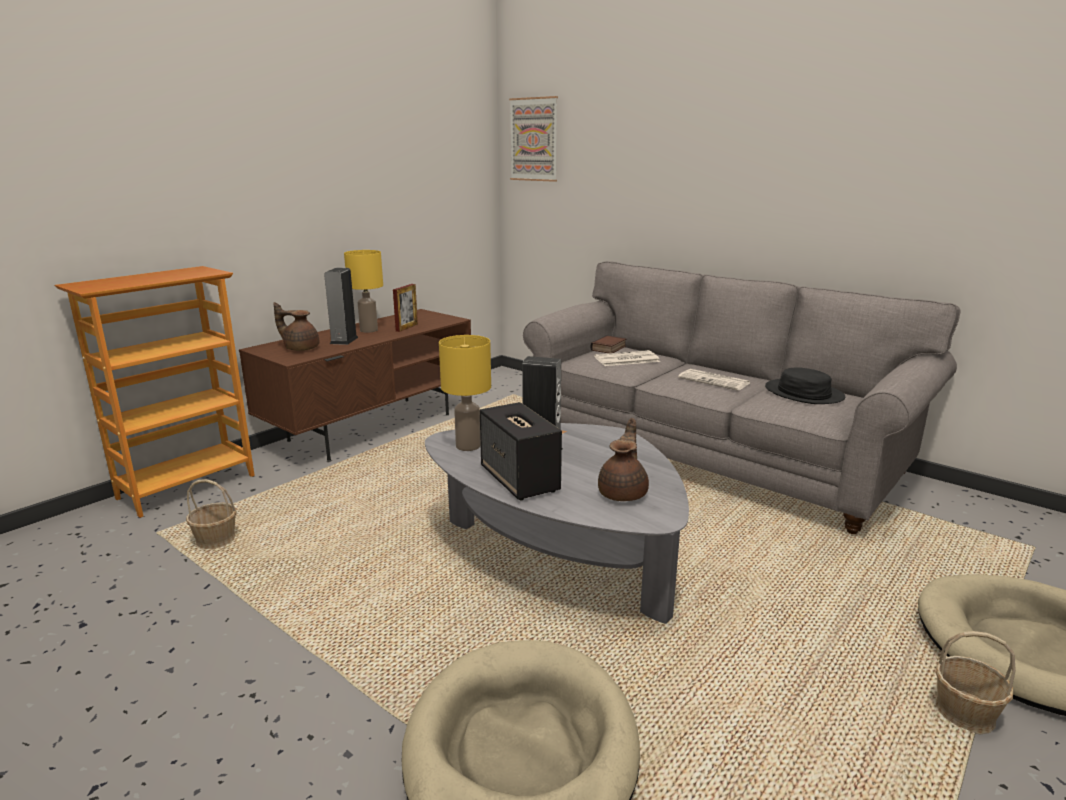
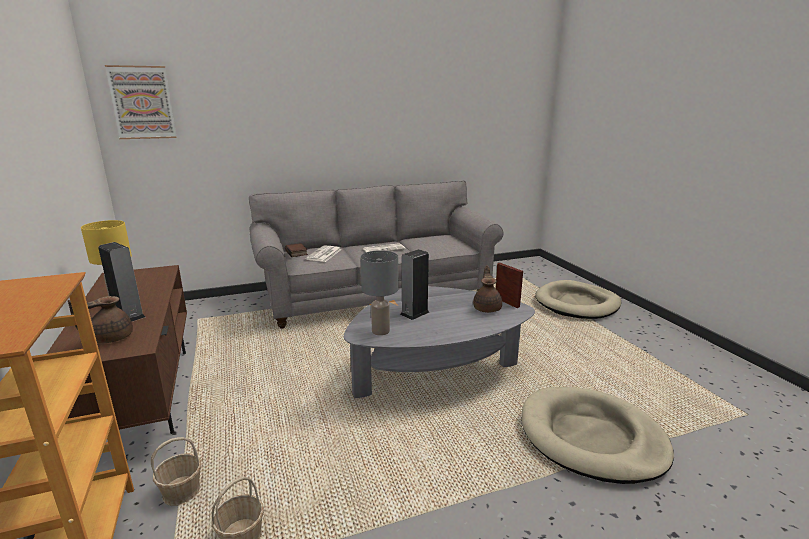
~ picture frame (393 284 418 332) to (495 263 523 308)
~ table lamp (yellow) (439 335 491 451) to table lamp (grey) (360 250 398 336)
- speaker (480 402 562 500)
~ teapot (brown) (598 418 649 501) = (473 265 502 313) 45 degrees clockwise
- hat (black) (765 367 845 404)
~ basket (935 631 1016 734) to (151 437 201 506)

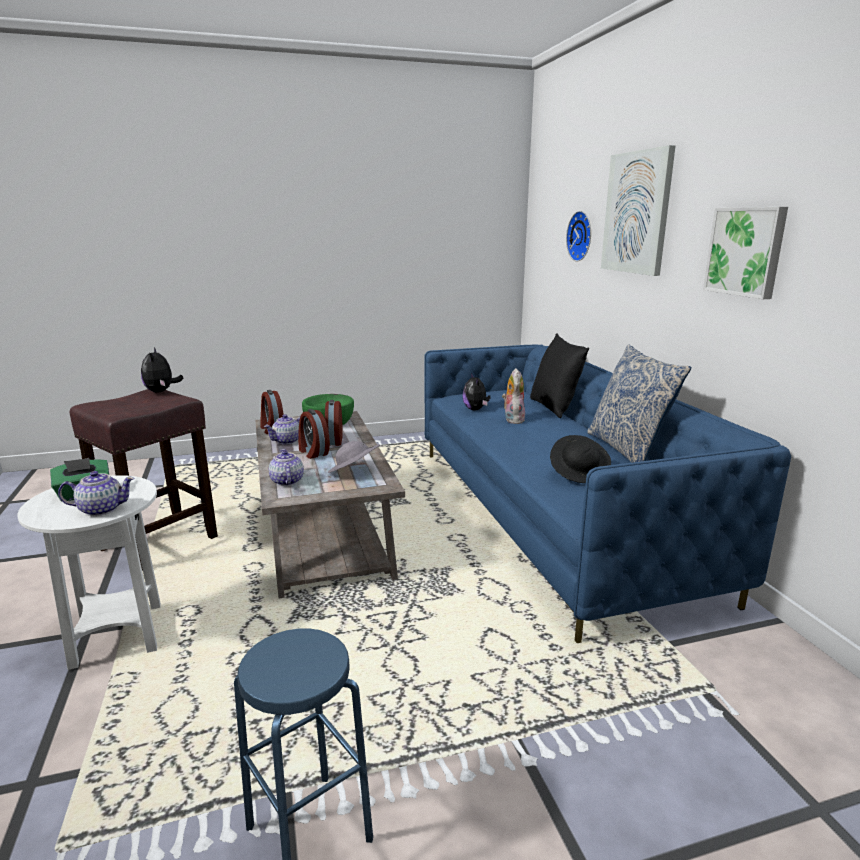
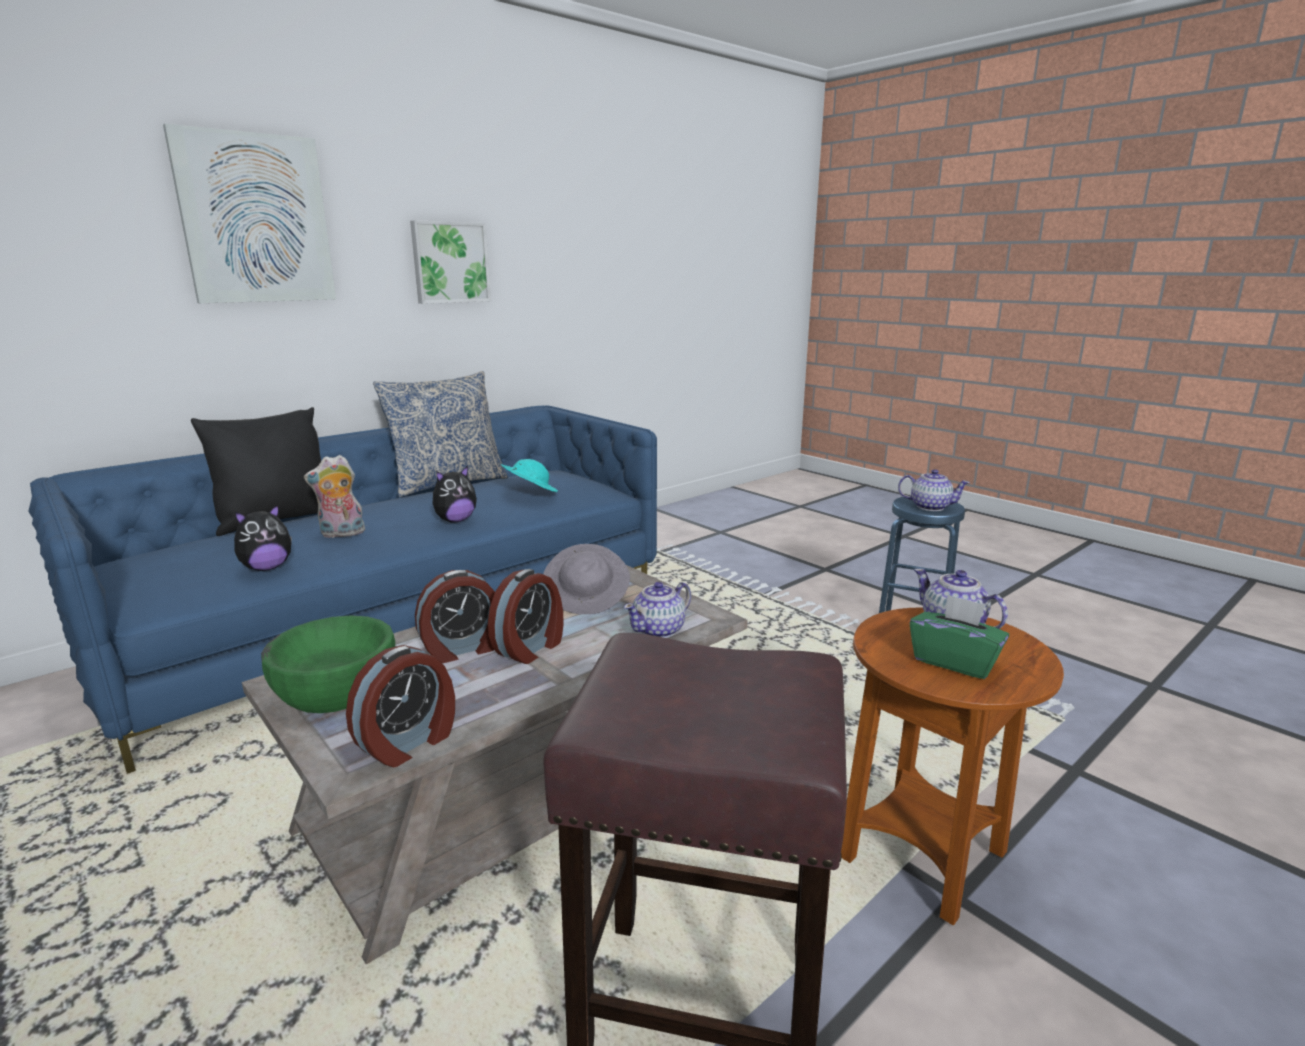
~ side table (white) (17 475 161 670) to side table (brown) (841 607 1064 926)
~ plush toy (141 347 183 393) to (432 466 477 523)
~ teapot (264 414 301 445) to (898 469 970 511)
~ hat (black) (550 435 611 483) to hat (turquoise) (501 459 558 492)
- wall clock (566 211 591 262)

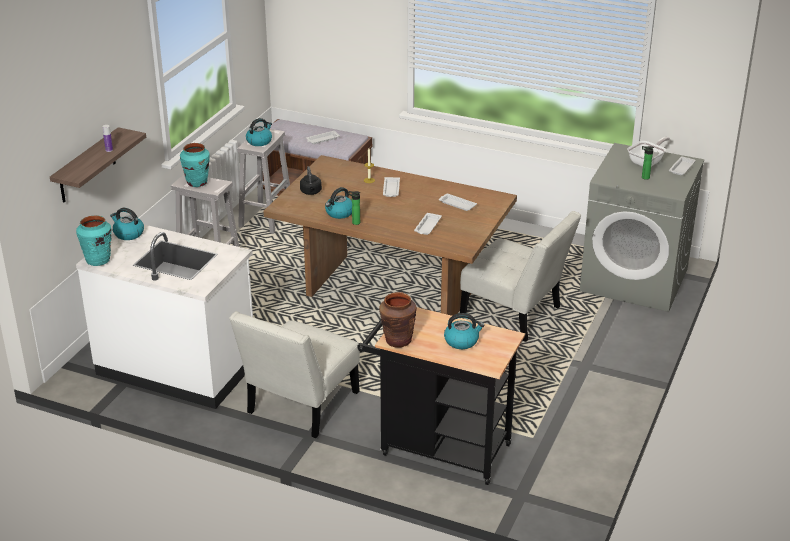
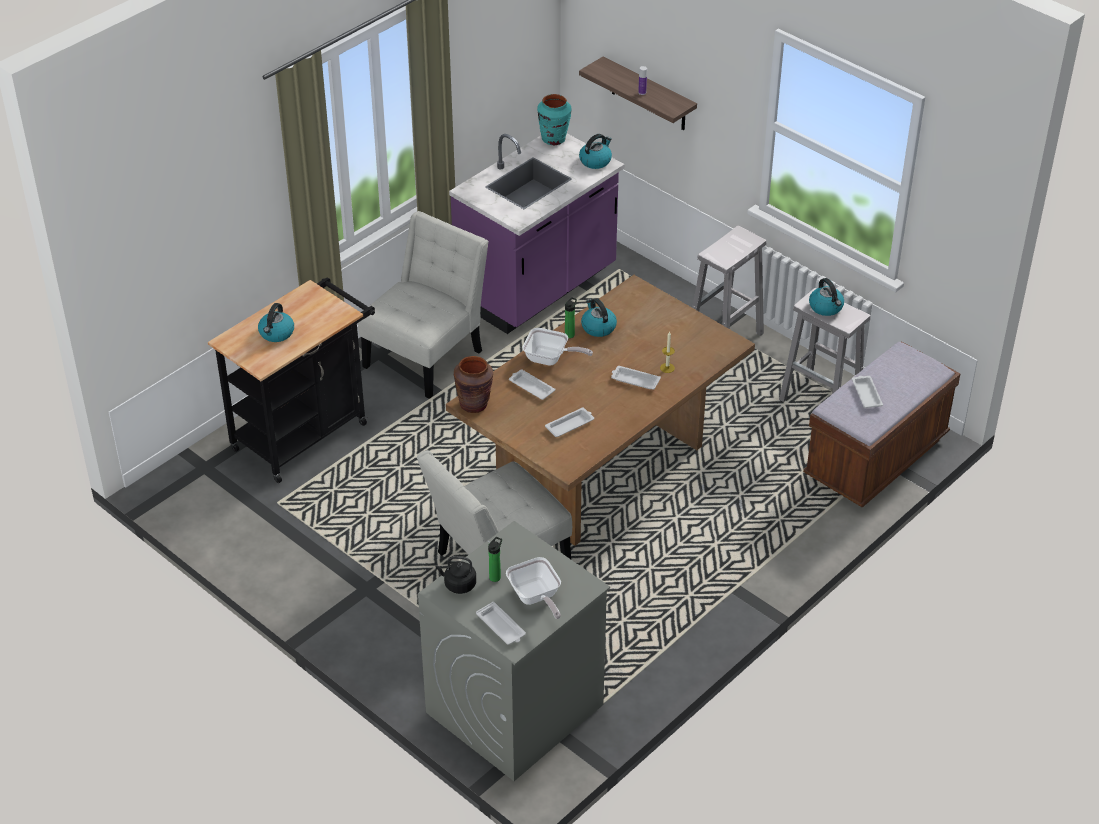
~ counter (white) (76 225 253 409) to counter (purple) (449 134 624 334)
- vase (turquoise) (180 143 210 187)
~ chair (white) (229 311 360 438) = (358 211 489 399) 75 degrees clockwise
~ kettle (black) (300 166 322 195) to (436 556 476 594)
~ vase (brown) (379 292 417 348) to (454 356 493 413)
+ frying pan (522 328 593 366)

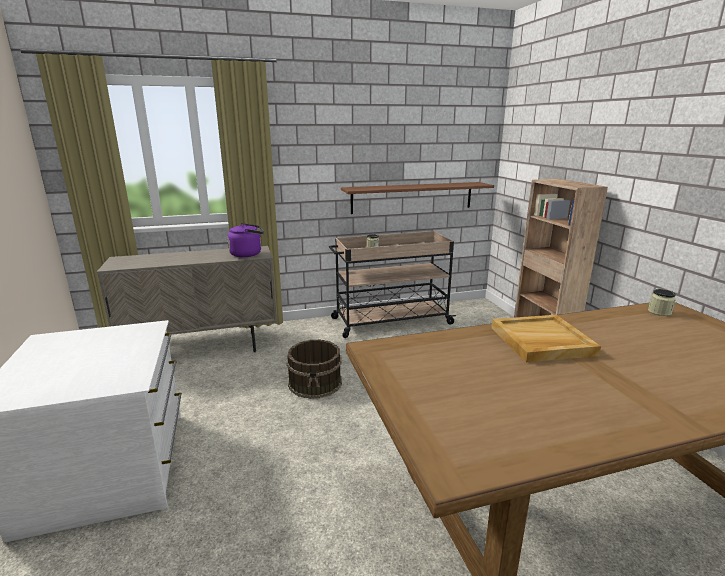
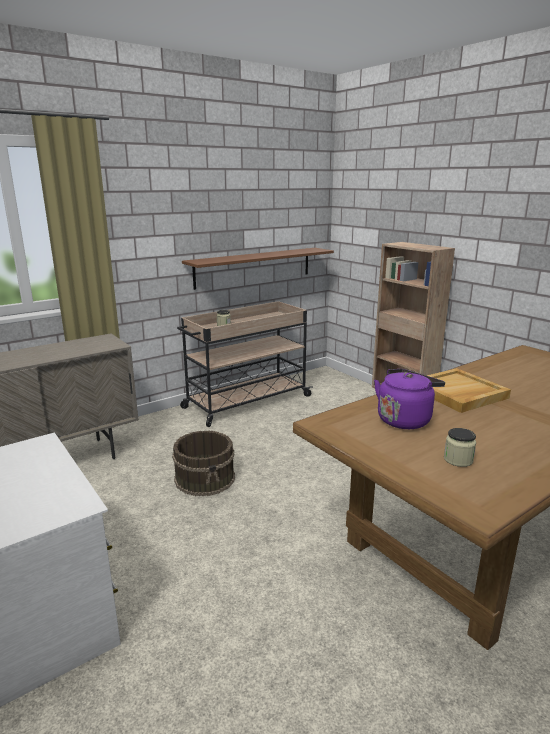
~ kettle (purple) (227 223 264 257) to (374 369 445 429)
~ jar (648 289 676 316) to (444 428 476 467)

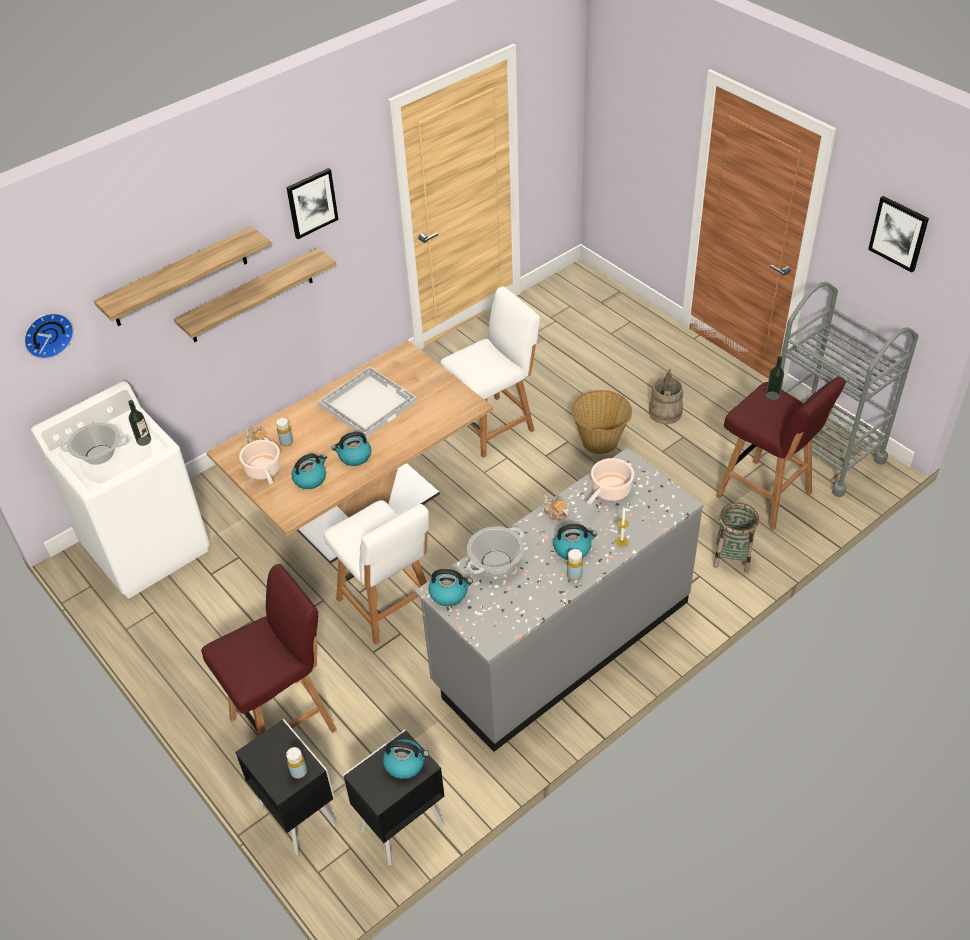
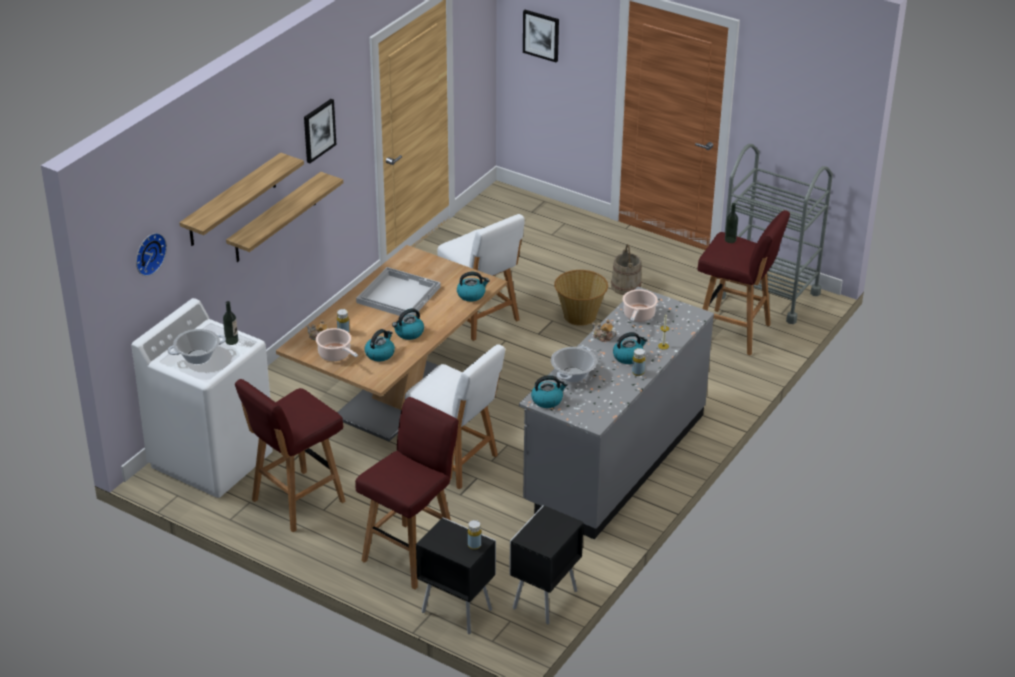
~ kettle (383 739 429 779) to (457 272 490 301)
~ chair (white) (440 286 540 458) = (437 214 525 341) 105 degrees clockwise
- basket (713 503 759 573)
~ picture (868 196 929 273) to (523 10 559 62)
+ stool (red) (235 379 346 532)

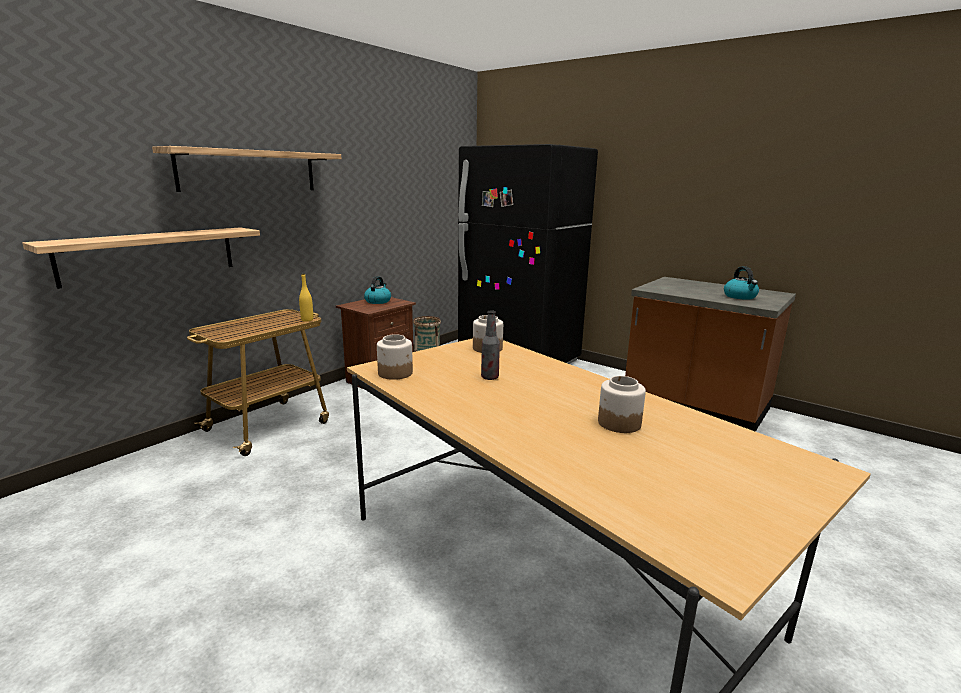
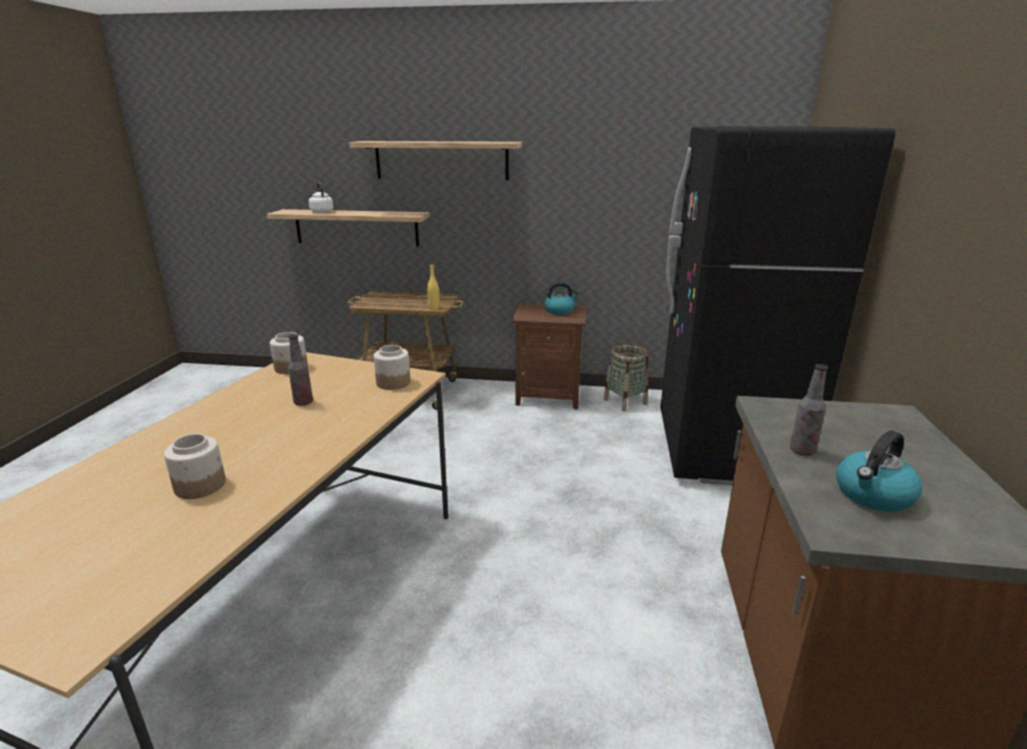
+ kettle (white) (309 182 333 213)
+ bottle (790 364 828 456)

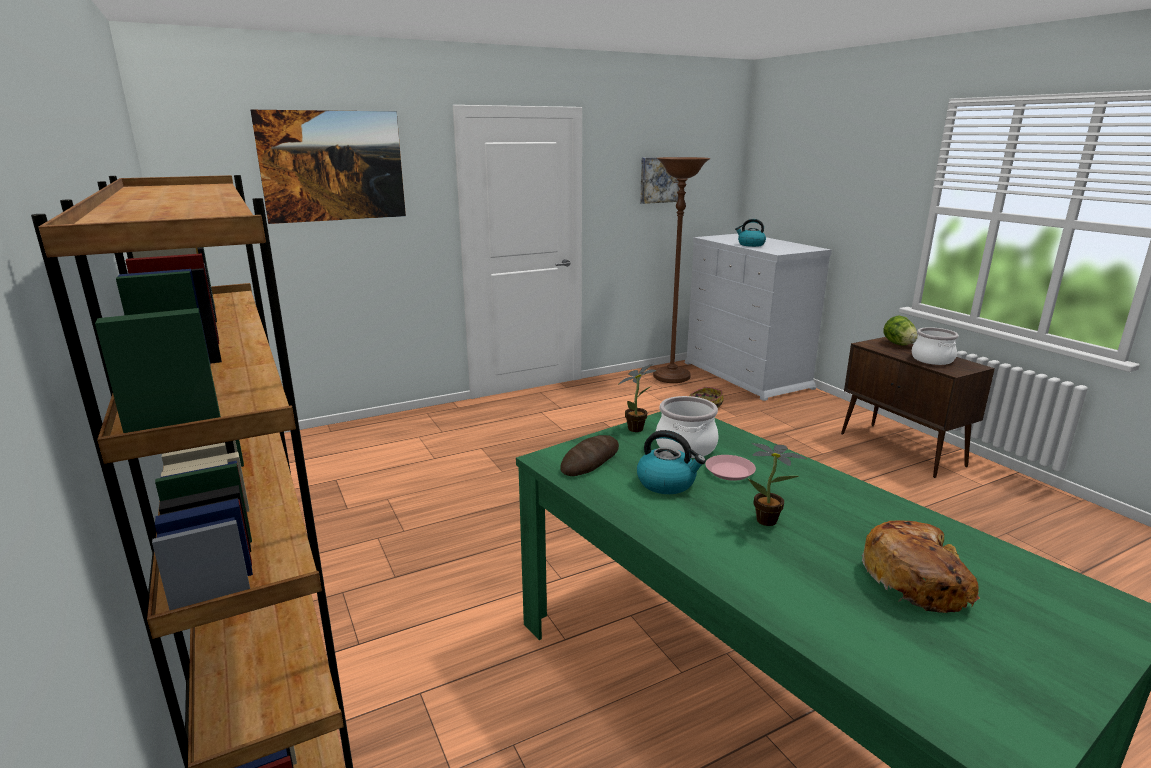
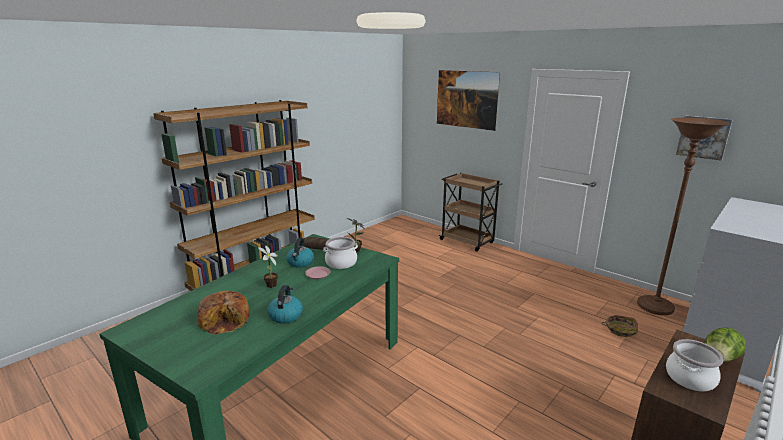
~ kettle (735 219 766 247) to (267 285 303 323)
+ cart (brown) (439 173 502 252)

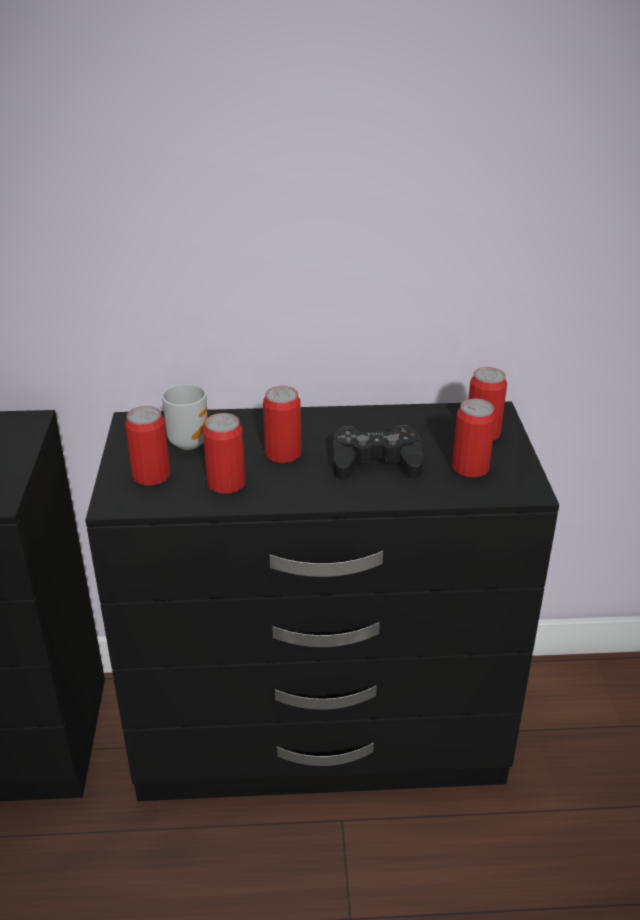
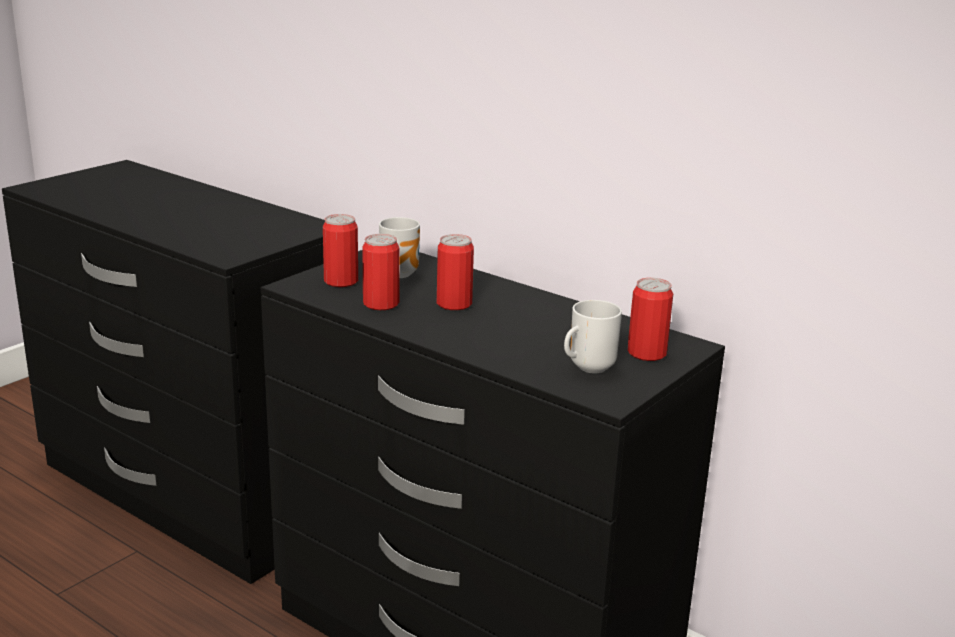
- game controller (black) (333 425 423 480)
~ can (452 399 496 478) to mug (564 300 622 374)

